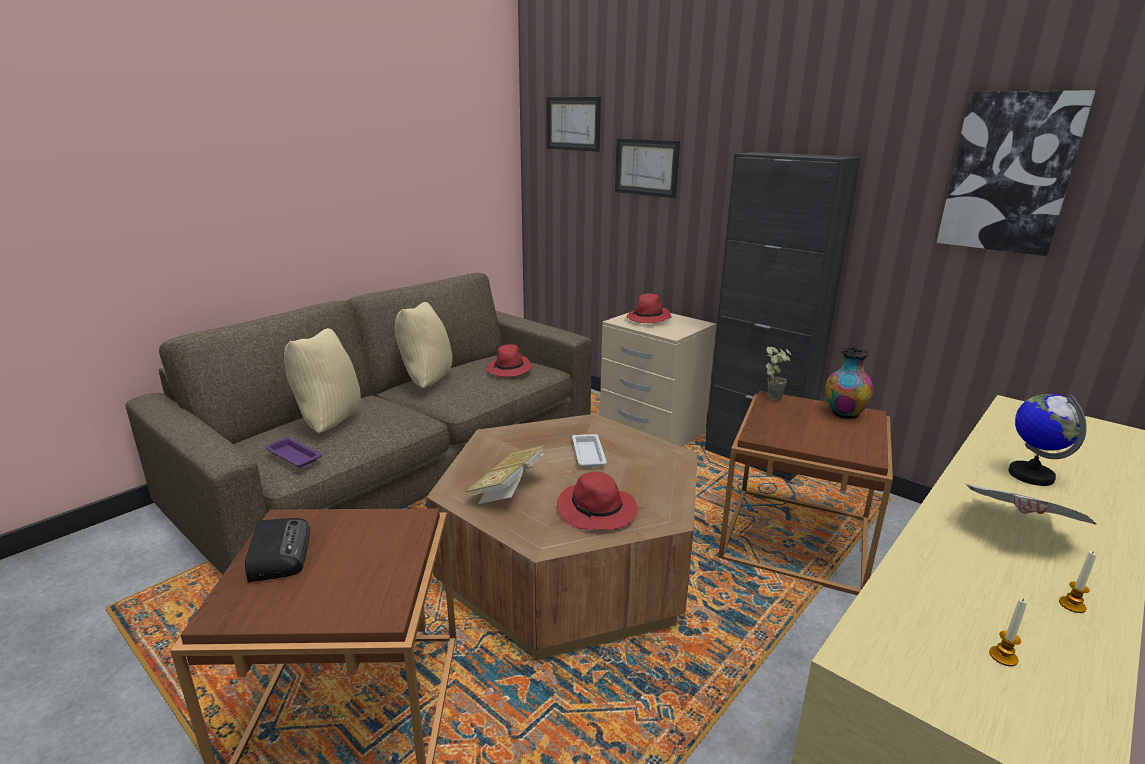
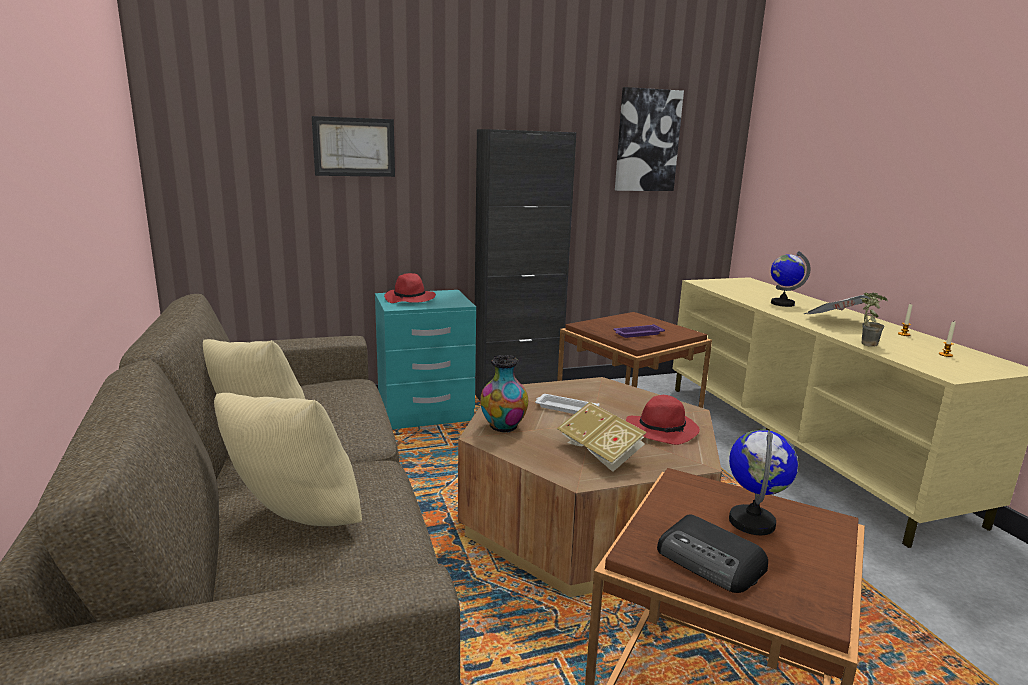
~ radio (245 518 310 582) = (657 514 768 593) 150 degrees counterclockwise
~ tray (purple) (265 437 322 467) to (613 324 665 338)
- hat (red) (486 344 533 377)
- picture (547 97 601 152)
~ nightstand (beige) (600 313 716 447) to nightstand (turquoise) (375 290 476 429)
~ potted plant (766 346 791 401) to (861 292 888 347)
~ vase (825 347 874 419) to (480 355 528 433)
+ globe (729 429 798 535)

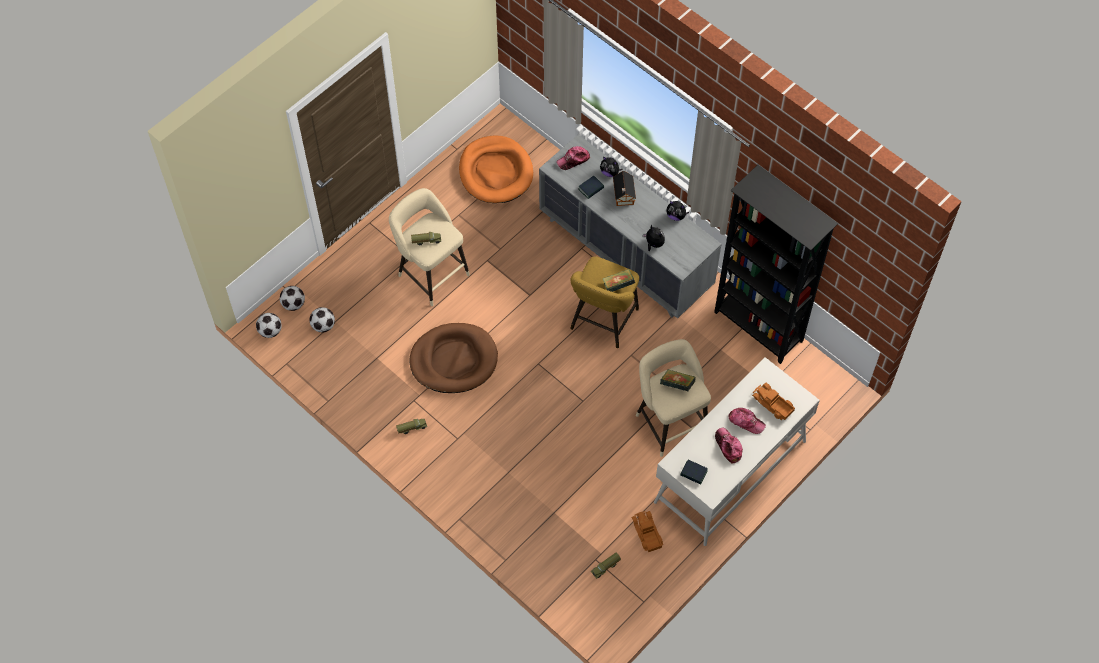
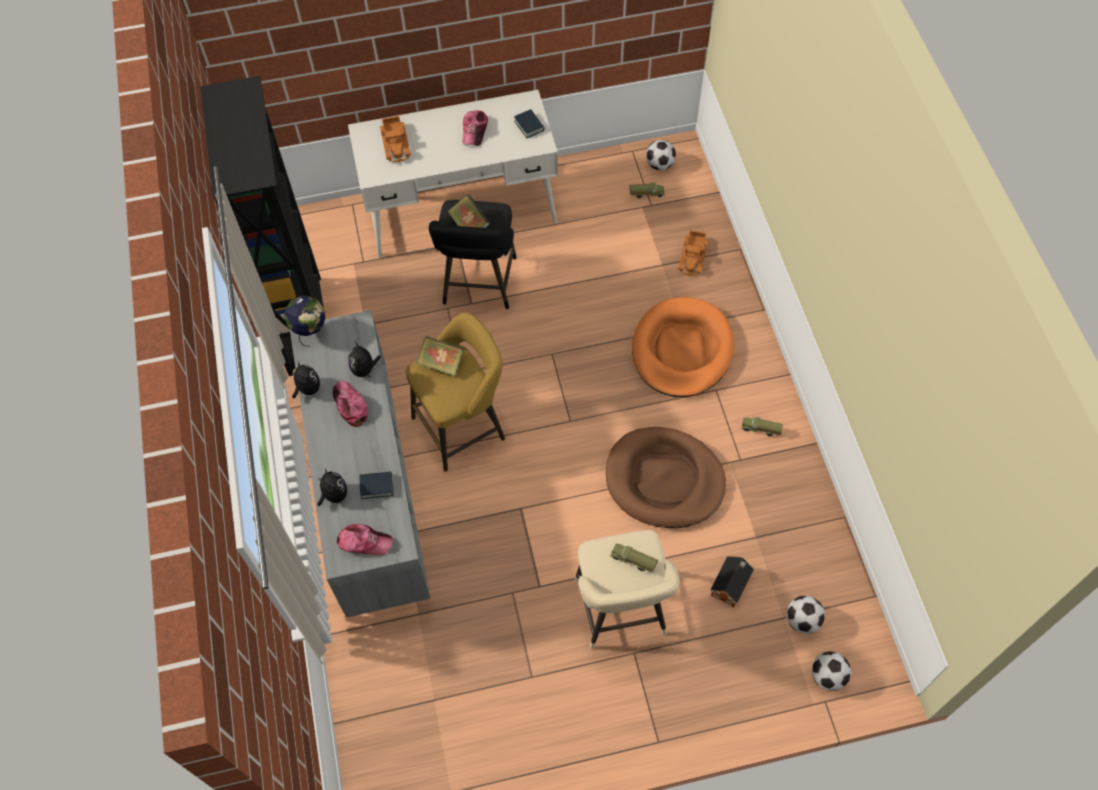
~ football (256 313 282 338) to (646 140 676 170)
~ dog bed (orange) (459 135 533 203) to (632 297 734 397)
~ toy house (613 171 636 206) to (711 556 754 607)
~ toy truck (631 511 663 552) to (678 230 708 276)
~ stool (beige) (636 339 711 457) to stool (black) (429 200 517 309)
~ cap (728 408 766 434) to (333 381 368 427)
+ globe (284 296 325 347)

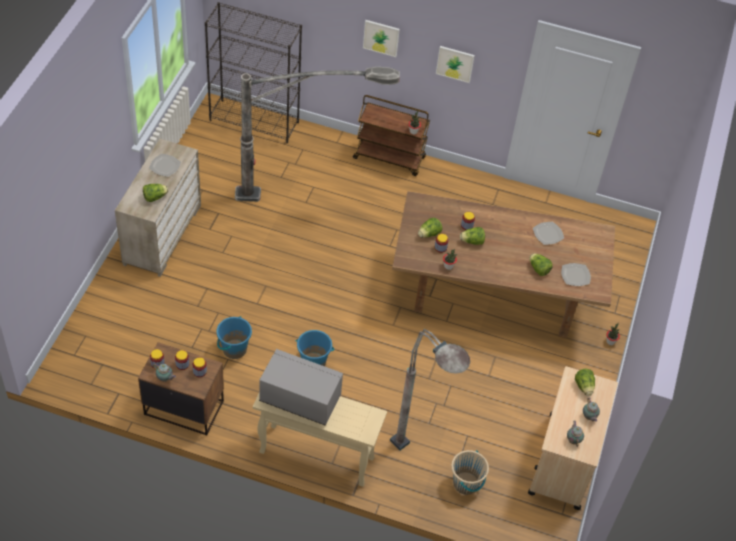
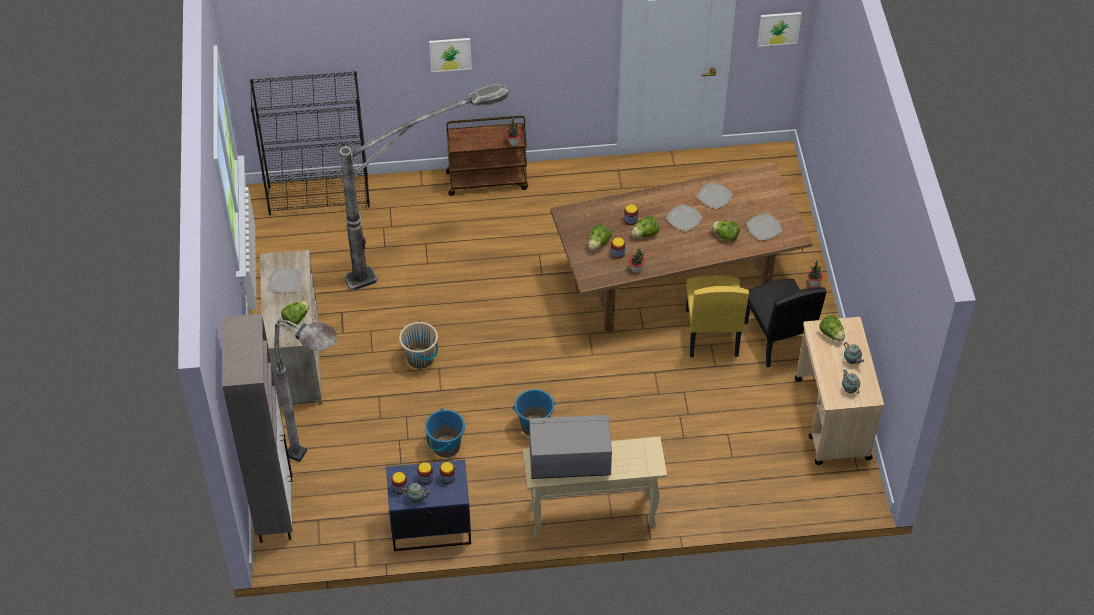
~ nightstand (brown) (138 342 224 436) to nightstand (blue) (386 460 471 551)
~ floor lamp (grey) (390 329 470 451) to (274 320 337 462)
~ picture (436 46 475 83) to (757 12 802 47)
~ bucket (beige) (451 450 489 495) to (399 320 438 369)
+ cabinet (grey) (222 314 293 543)
+ plate (666 204 702 231)
+ chair (yellow) (686 275 749 357)
+ chair (black) (744 279 826 367)

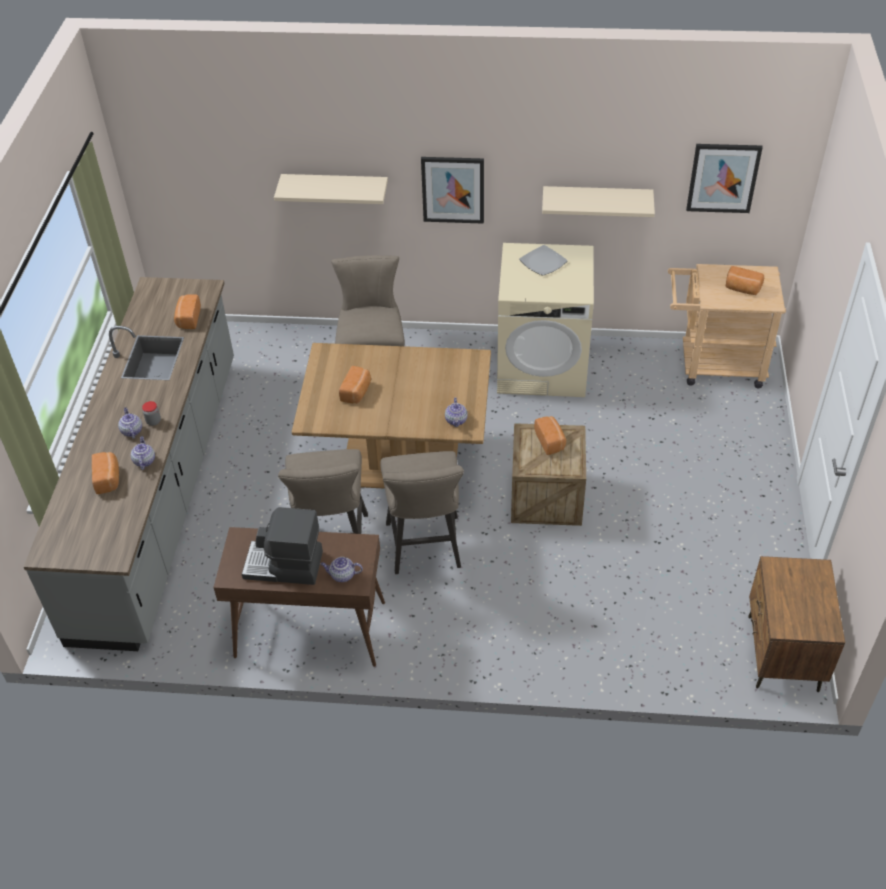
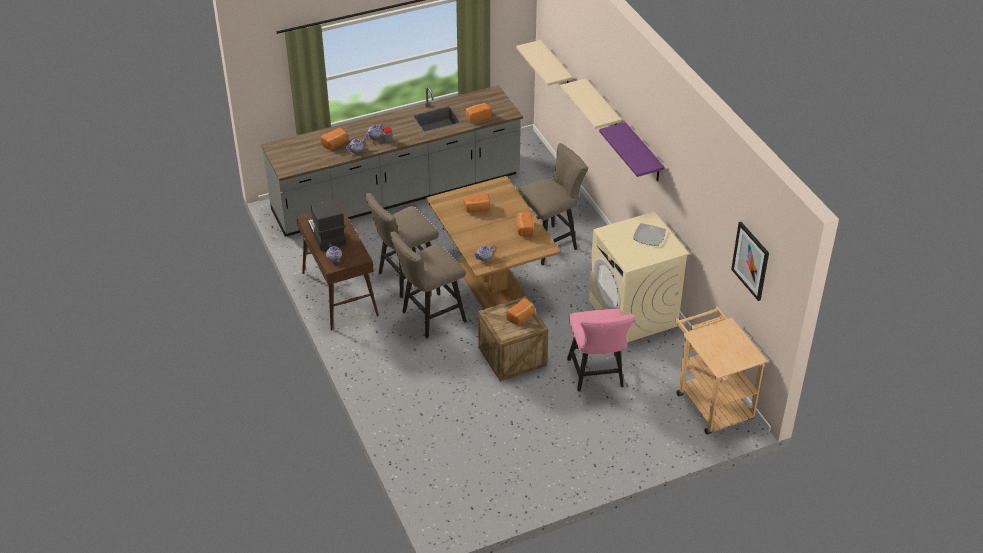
~ picture (421 157 484 224) to shelf (purple) (599 122 665 181)
~ shelf (beige) (542 186 655 217) to (516 40 573 86)
~ bread (726 266 764 295) to (516 212 533 237)
- nightstand (brown) (748 556 845 692)
+ chair (pink) (567 309 636 392)

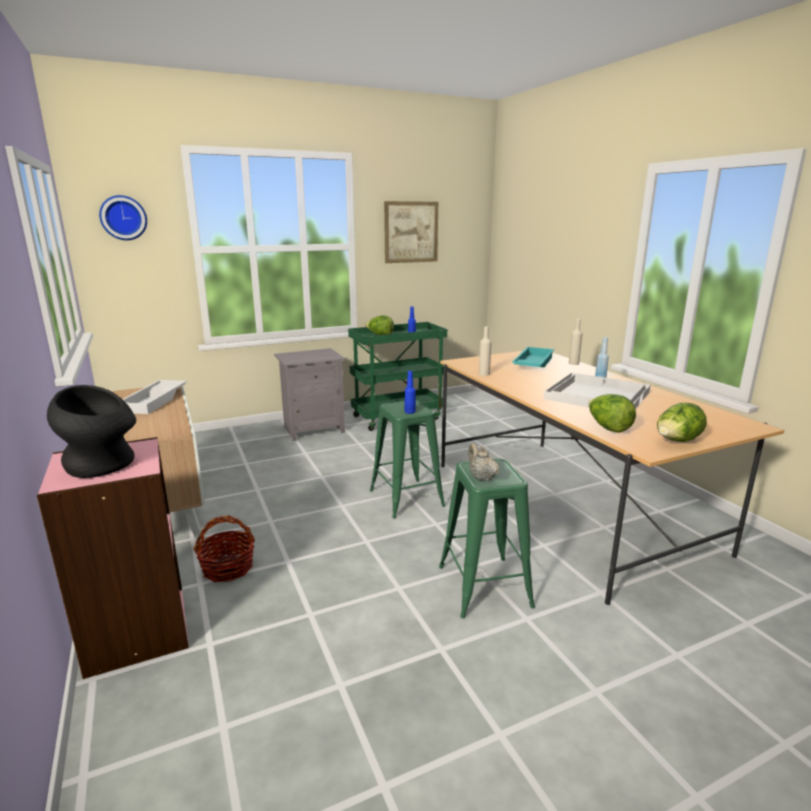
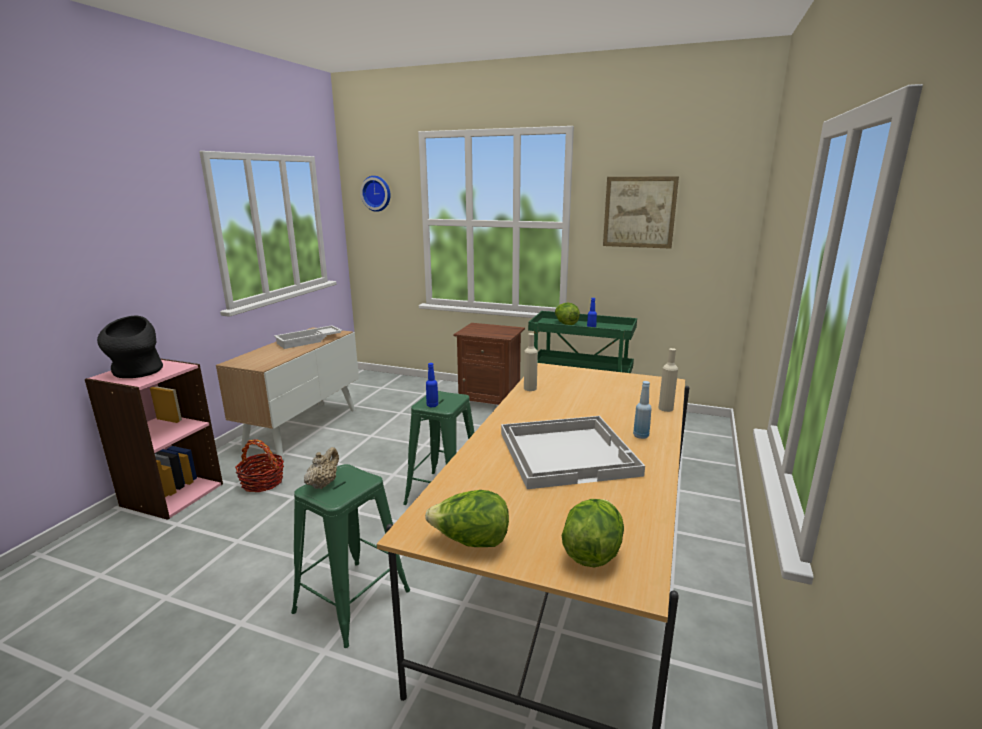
~ nightstand (grey) (274 348 345 441) to nightstand (brown) (453 323 525 405)
- tray (turquoise) (512 347 554 367)
~ lettuce (589 394 636 433) to (562 499 624 568)

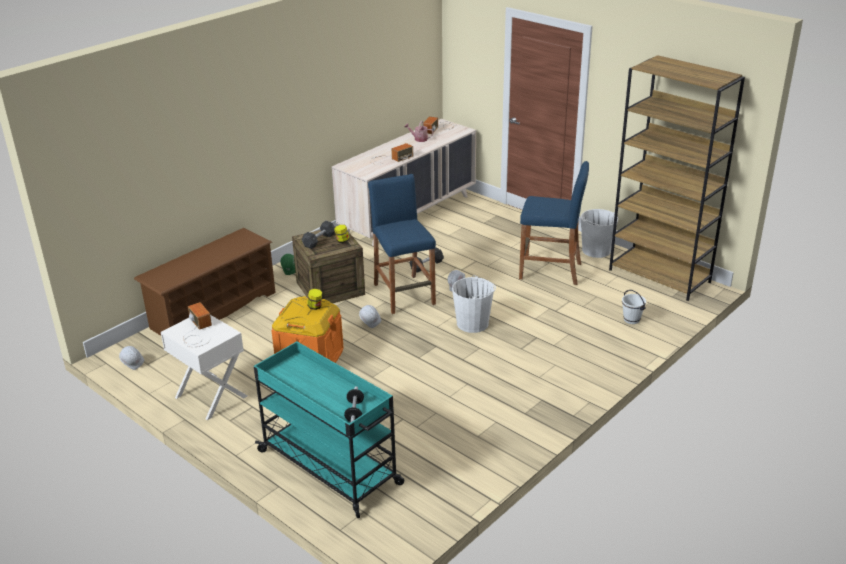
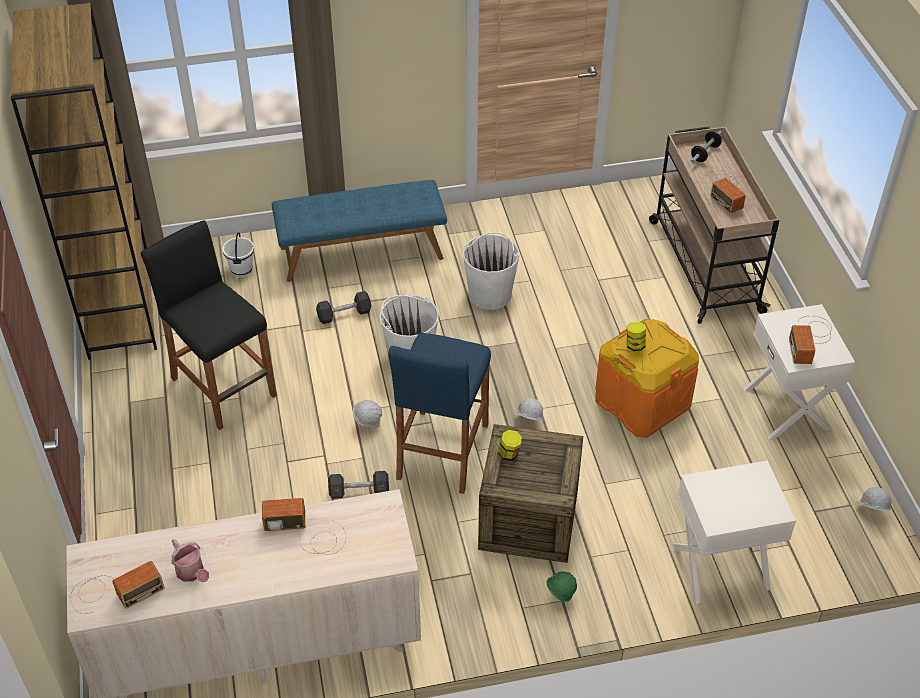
~ shoe rack (brown) (134 228 276 336) to nightstand (white) (673 461 796 604)
~ cart (turquoise) (254 341 404 518) to cart (beige) (649 126 780 324)
~ dumbbell (grey) (301 221 335 249) to (316 291 372 324)
~ stool (blue) (519 161 589 285) to stool (black) (141 220 277 430)
~ bucket (white) (581 209 618 258) to (463 232 519 310)
+ bench (blue) (272 180 447 282)
+ radio (704 170 746 214)

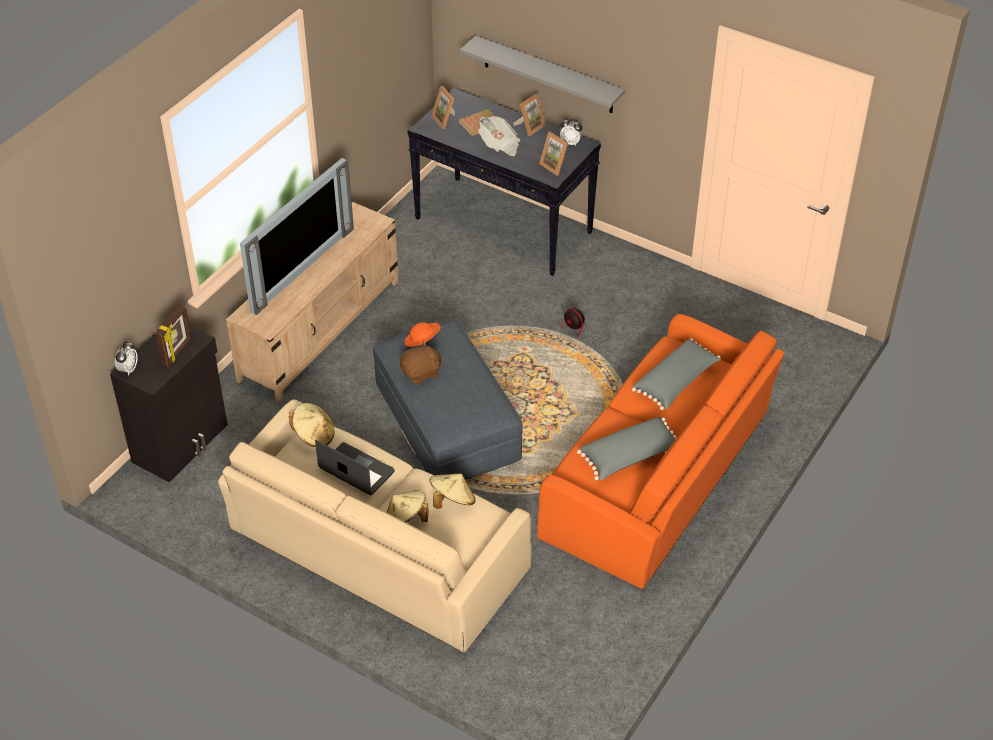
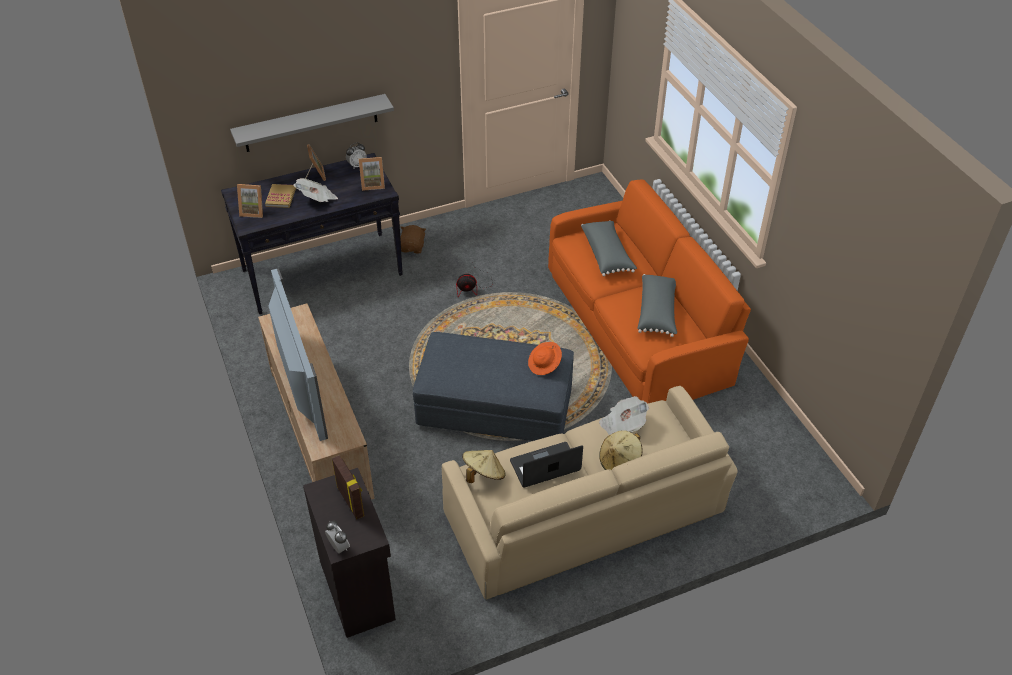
~ plush toy (brown) (400 342 442 385) to (400 225 426 253)
~ hat (orange) (404 322 441 347) to (528 342 562 375)
~ hat (beige) (429 474 476 509) to newspaper (599 396 649 435)

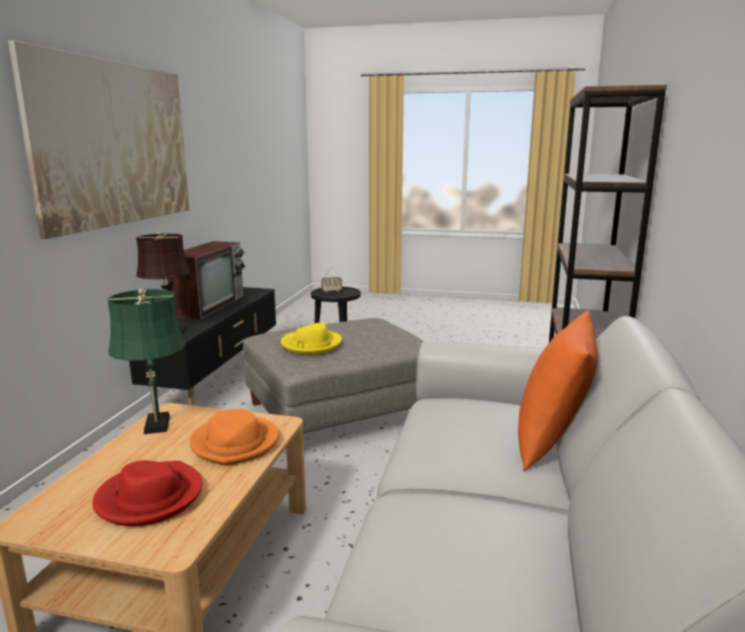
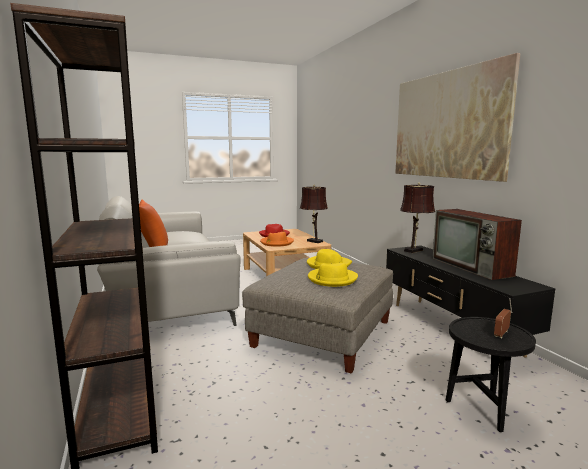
~ table lamp (green) (108 289 186 434) to table lamp (brown) (300 185 328 243)
+ hat (yellow) (308 263 358 287)

